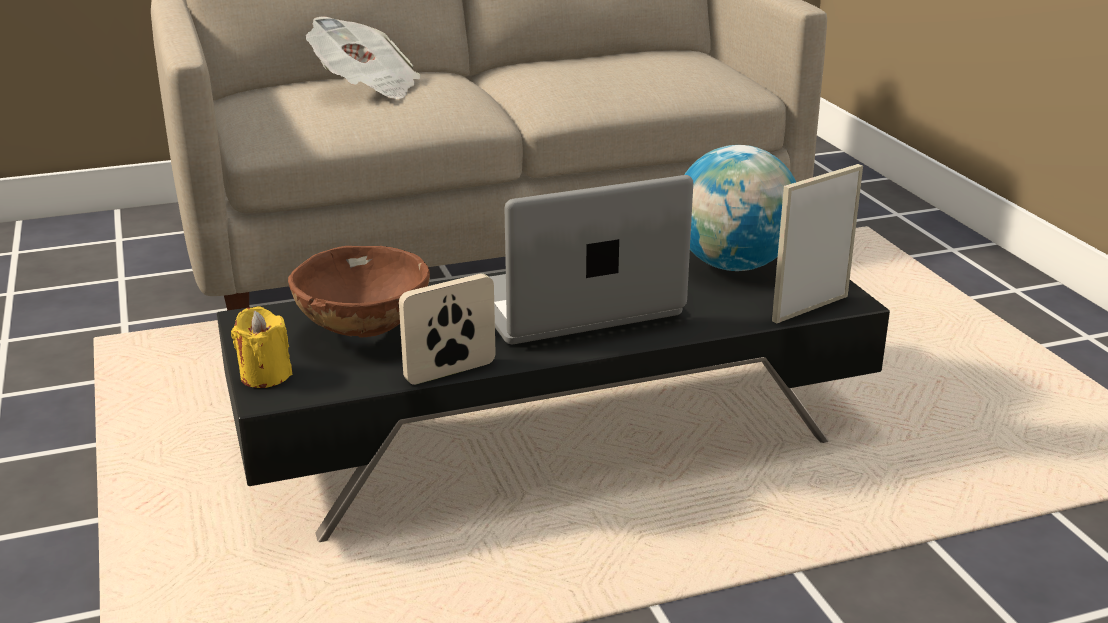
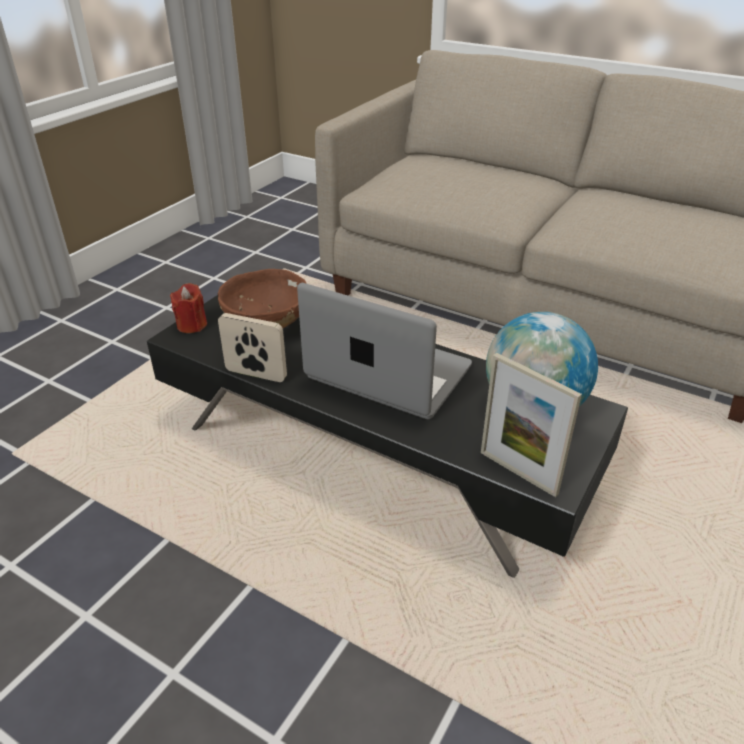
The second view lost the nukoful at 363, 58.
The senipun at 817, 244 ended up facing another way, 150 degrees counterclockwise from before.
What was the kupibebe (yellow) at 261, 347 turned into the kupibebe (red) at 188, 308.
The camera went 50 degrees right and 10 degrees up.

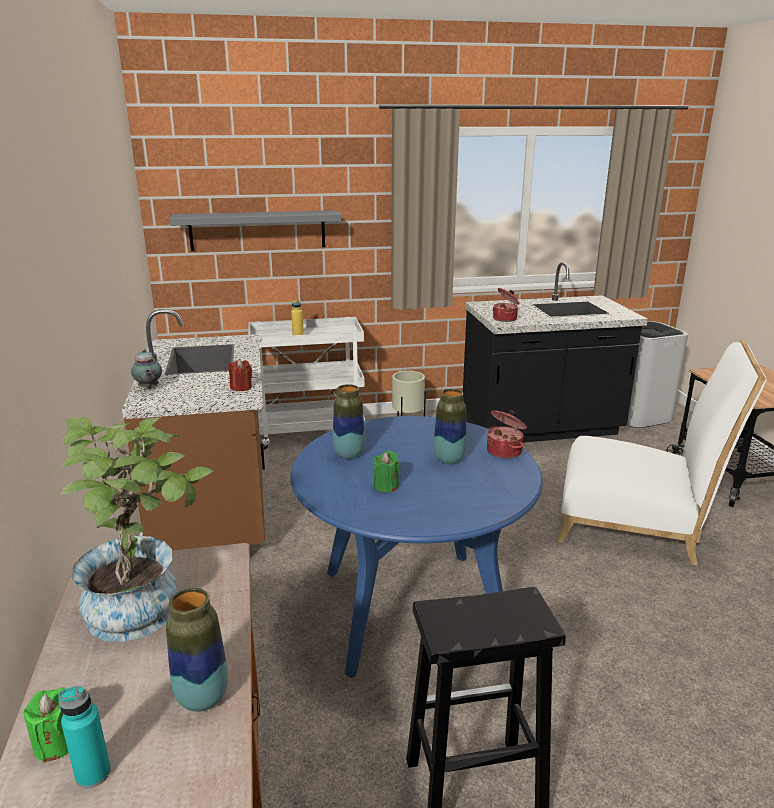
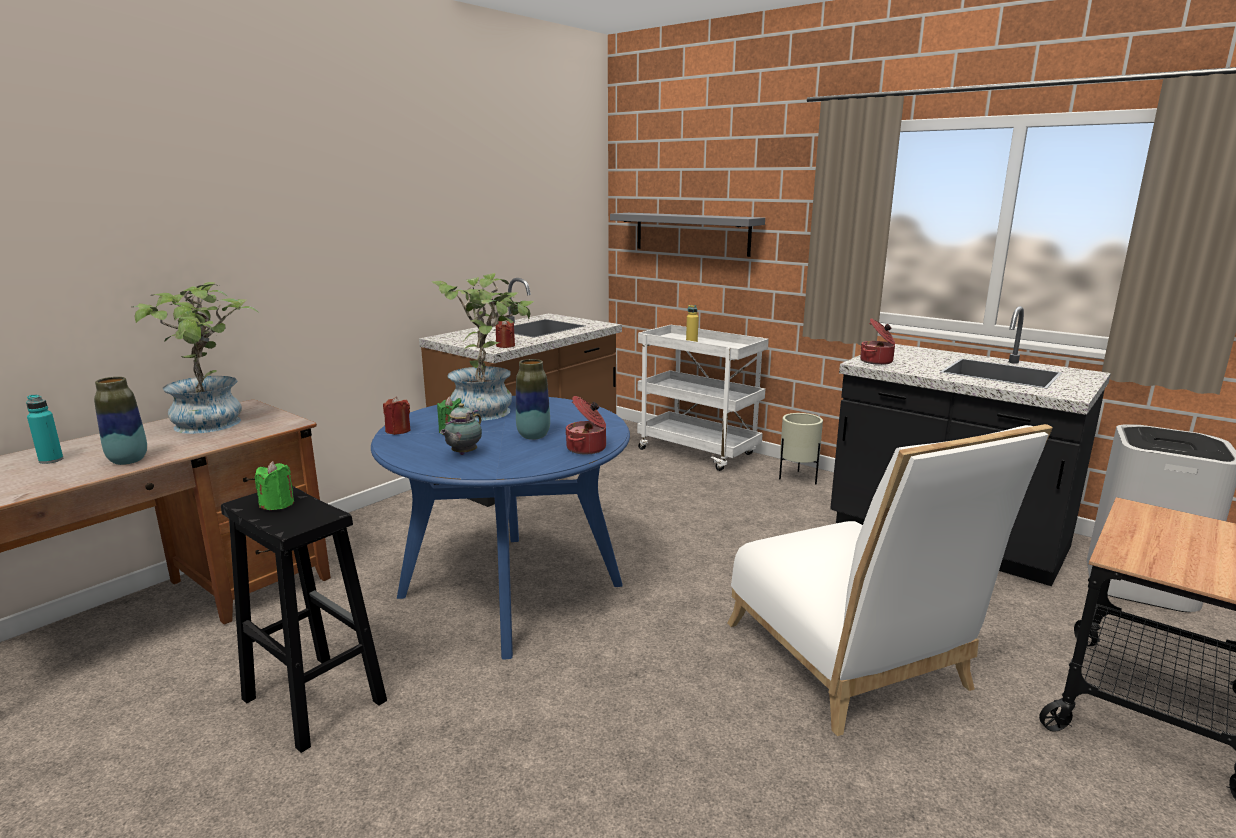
The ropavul ended up elsewhere, having gone from 146, 369 to 461, 429.
Where the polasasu stood at 349, 421, the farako came to stand at 483, 347.
The kupibebe (green) ended up elsewhere, having gone from 46, 725 to 274, 485.
The second view gained the kupibebe (red) at 397, 415.
The camera went 50 degrees right and 5 degrees down.

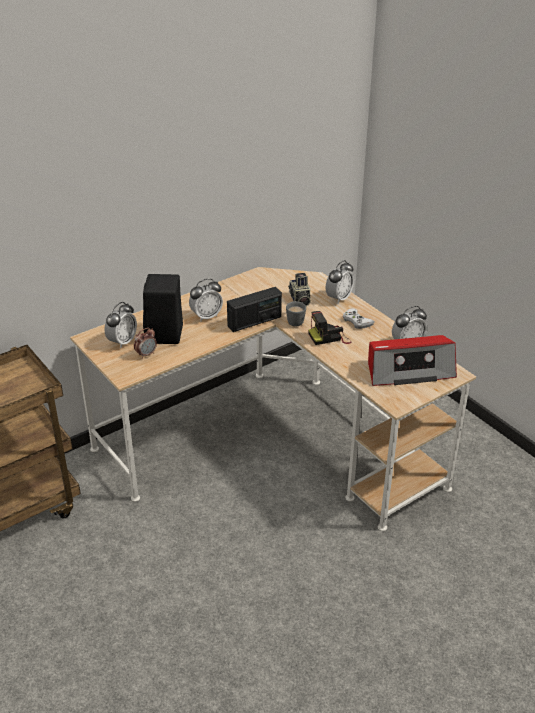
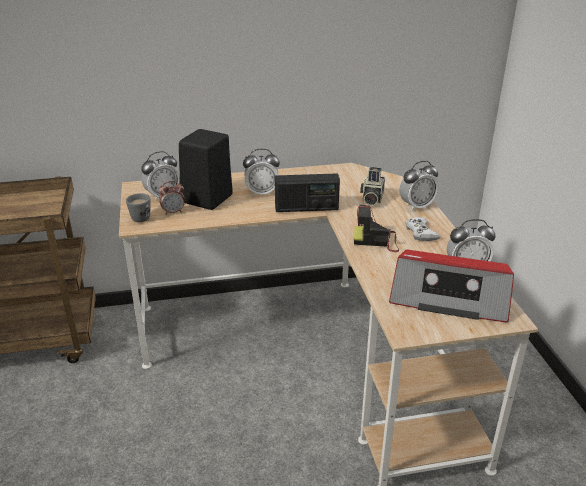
The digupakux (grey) ended up elsewhere, having gone from 296, 313 to 138, 207.
The camera went 25 degrees right and 5 degrees down.

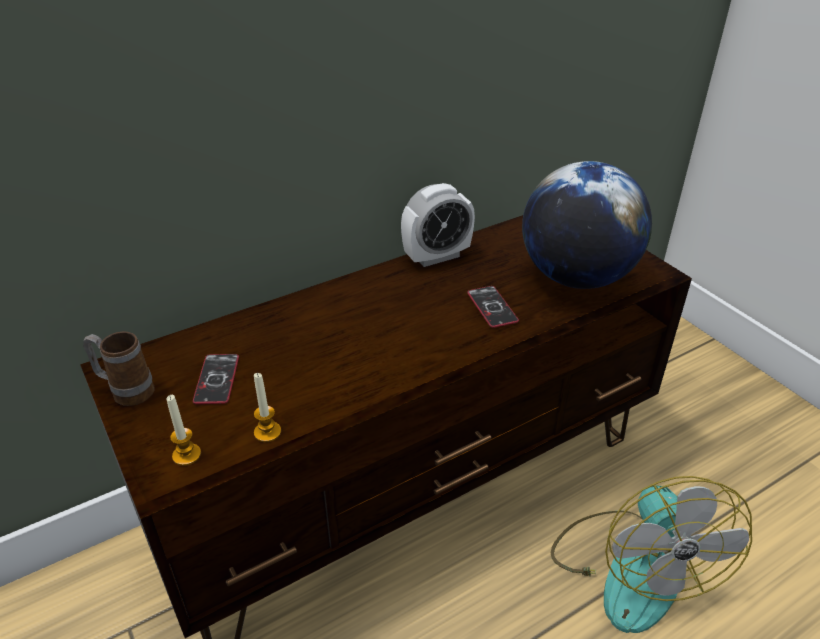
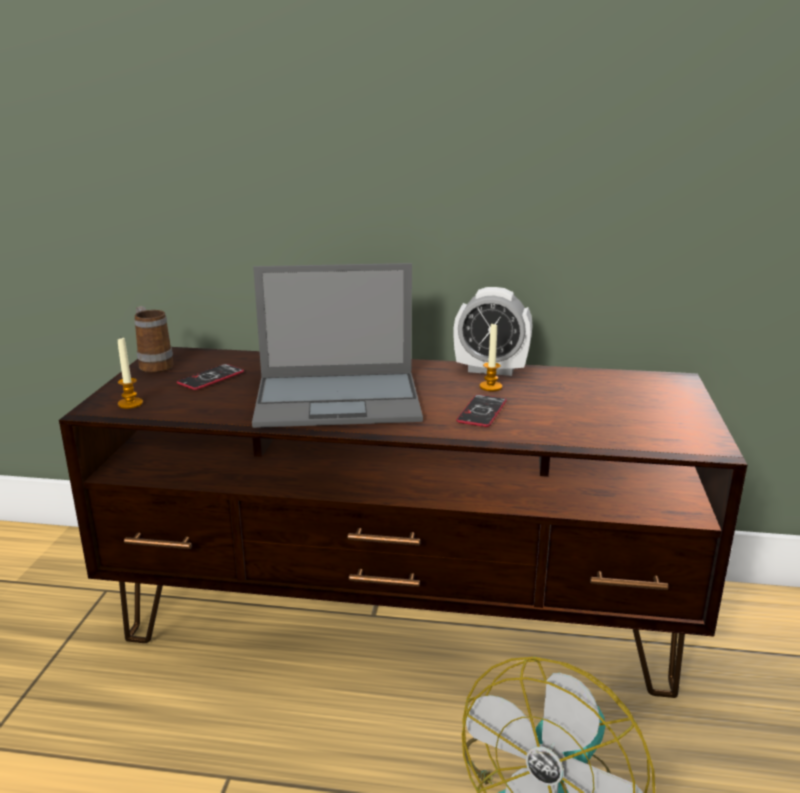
The second view lost the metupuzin at 587, 225.
The kupibebe ended up elsewhere, having gone from 267, 407 to 490, 357.
The second view gained the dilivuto at 337, 345.
The camera went 40 degrees right and 15 degrees down.

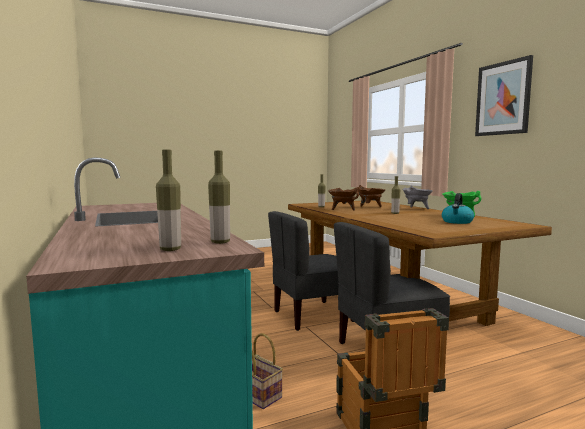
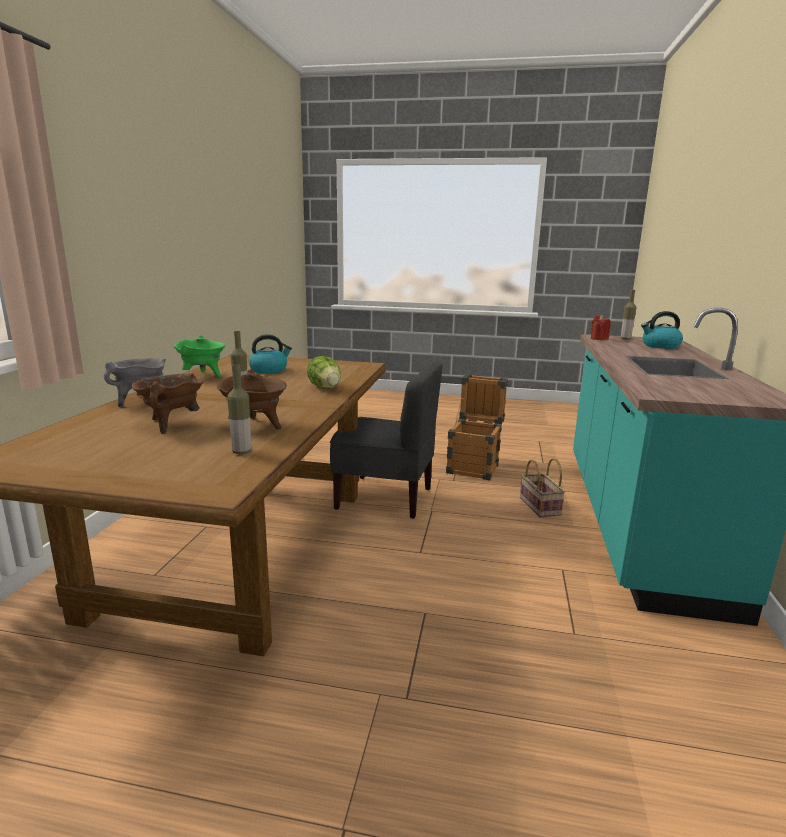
The second view lost the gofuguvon at 504, 95.
Where the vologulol stood at 219, 197, the kupibebe (red) came to stand at 601, 327.
The second view lost the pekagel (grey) at 311, 271.
The second view gained the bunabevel at 662, 330.
The second view gained the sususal at 324, 372.
The camera went 145 degrees left and 10 degrees up.

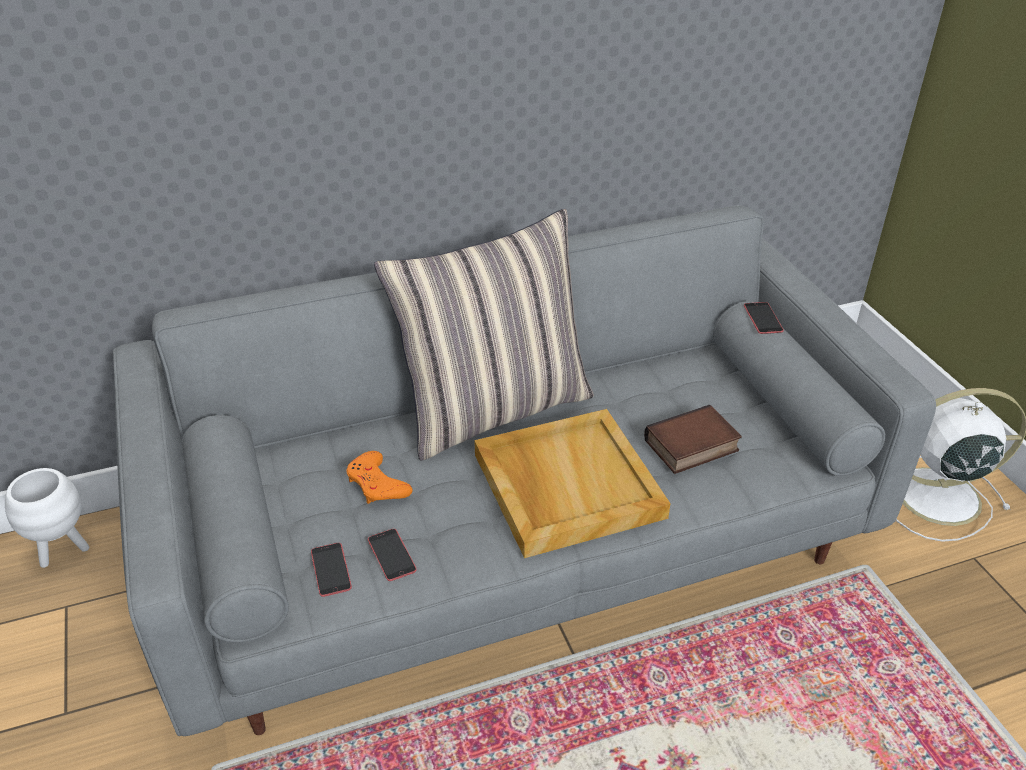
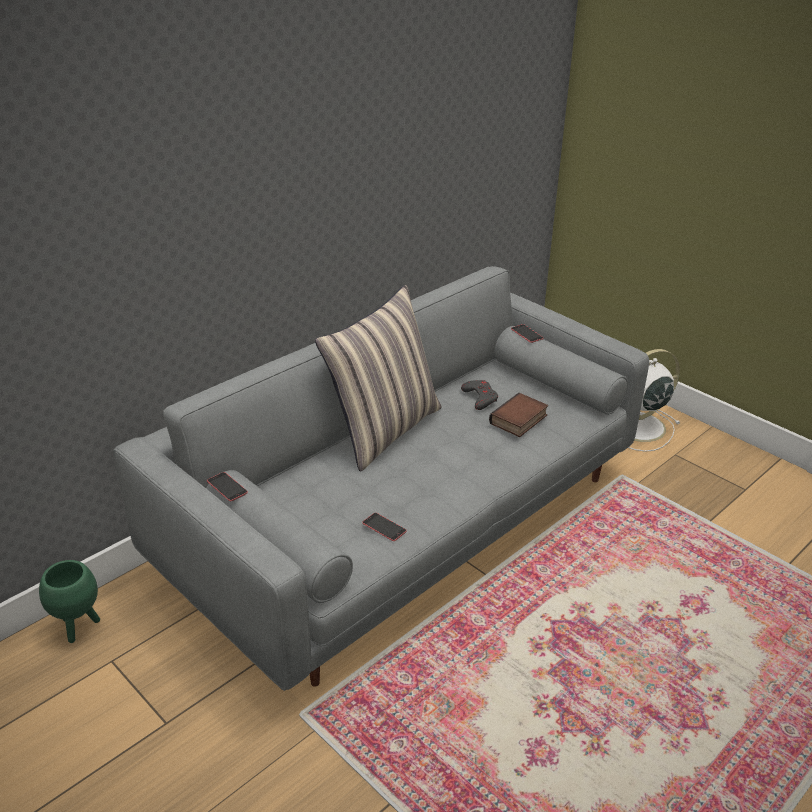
The second view lost the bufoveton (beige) at 572, 483.
The second view lost the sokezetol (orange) at 379, 477.
What was the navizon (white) at 47, 518 turned into the navizon (green) at 69, 601.
The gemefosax ended up elsewhere, having gone from 331, 570 to 227, 486.
The second view gained the sokezetol (grey) at 479, 395.
The camera went 25 degrees left and 5 degrees down.

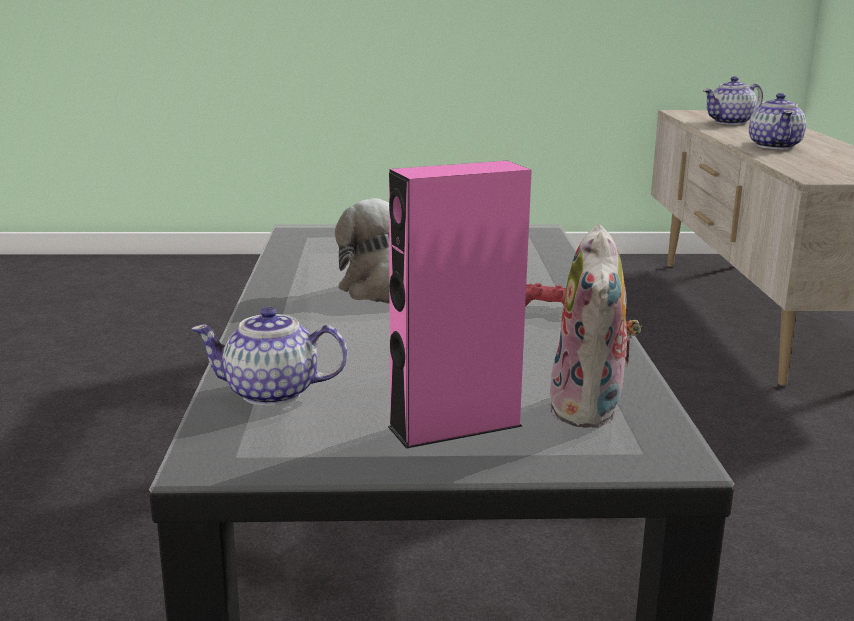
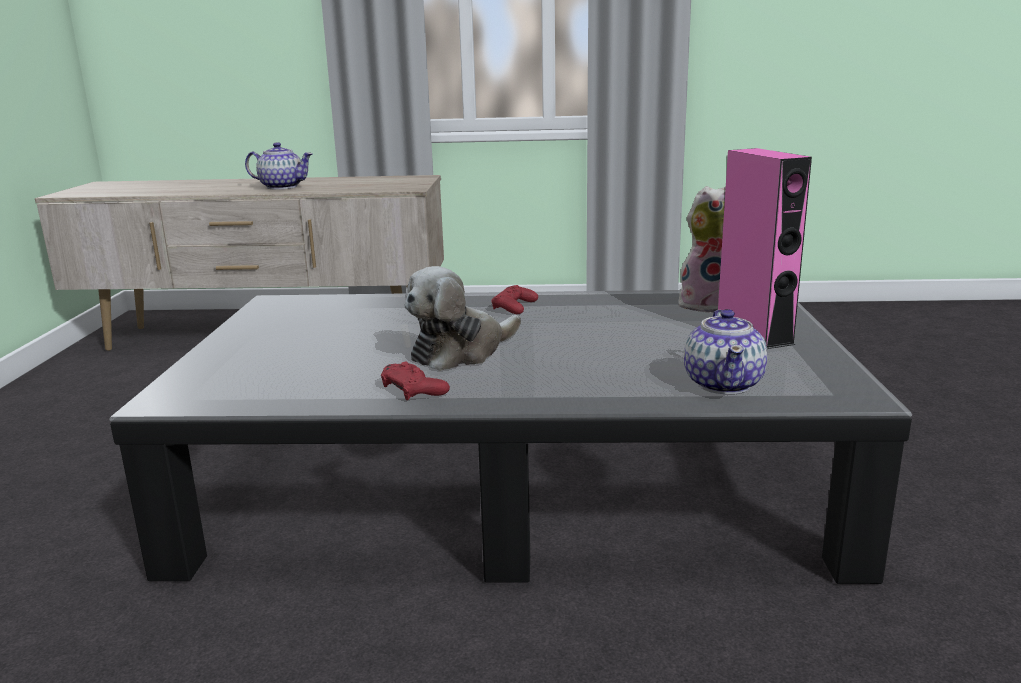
The second view lost the ropavul at 733, 100.
The second view gained the sokezetol (red) at 415, 381.
The camera went 85 degrees left and 0 degrees up.

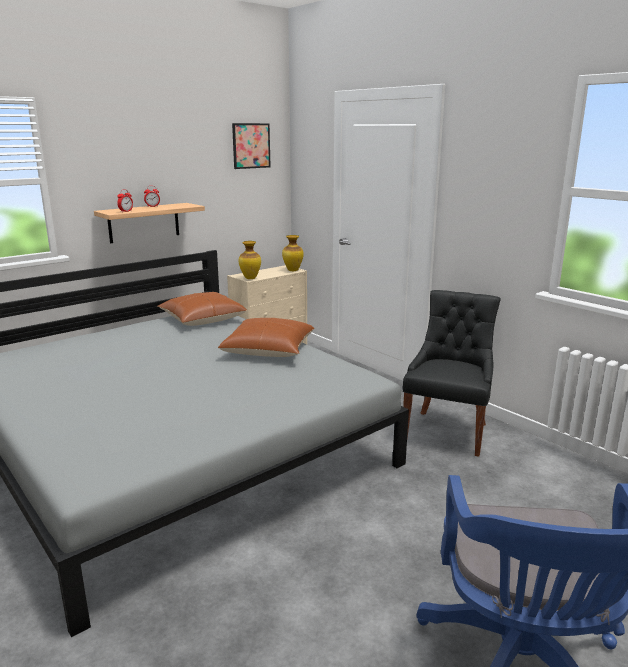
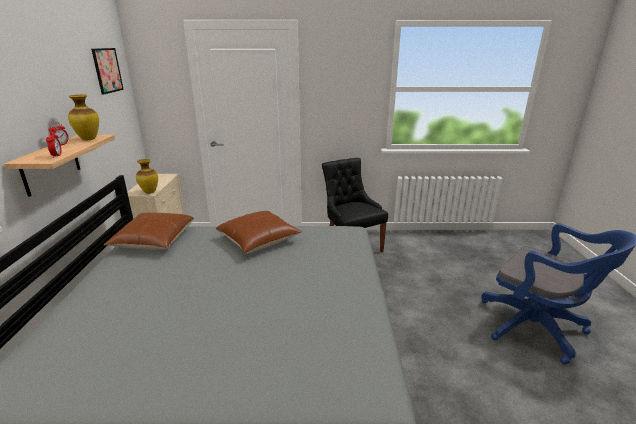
The polasasu ended up elsewhere, having gone from 293, 253 to 83, 117.
The camera went 50 degrees left and 5 degrees up.

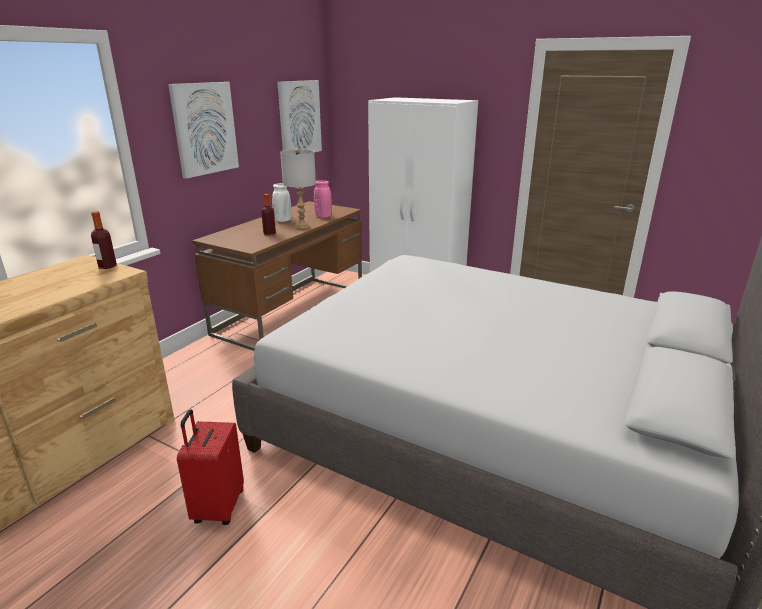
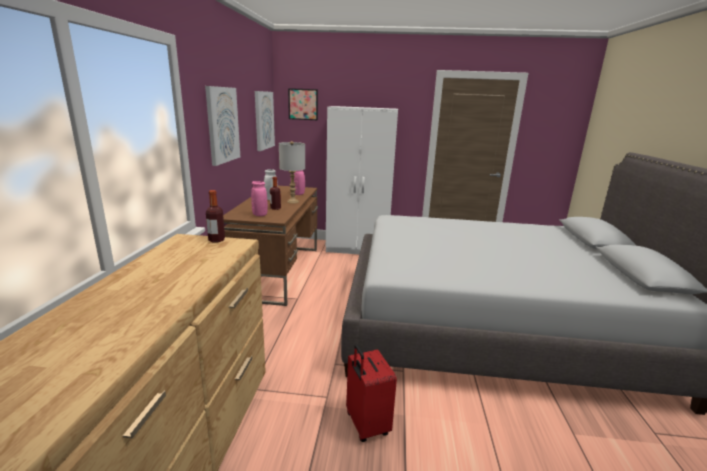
The second view gained the gofuguvon at 303, 104.
The second view gained the polasasu (pink) at 259, 198.
The camera went 25 degrees left and 5 degrees down.

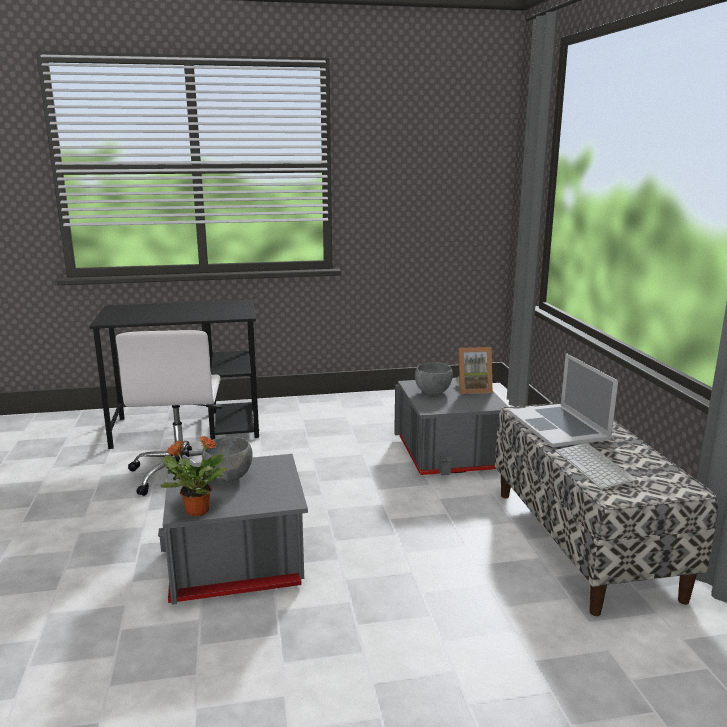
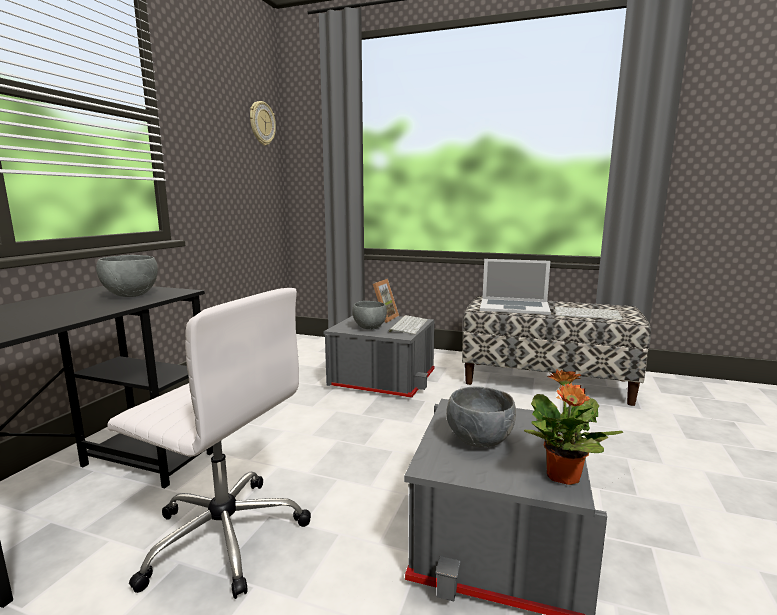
The second view gained the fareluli at 263, 123.
The second view gained the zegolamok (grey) at 127, 276.
The second view gained the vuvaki at 408, 324.
The camera went 60 degrees left and 5 degrees down.

